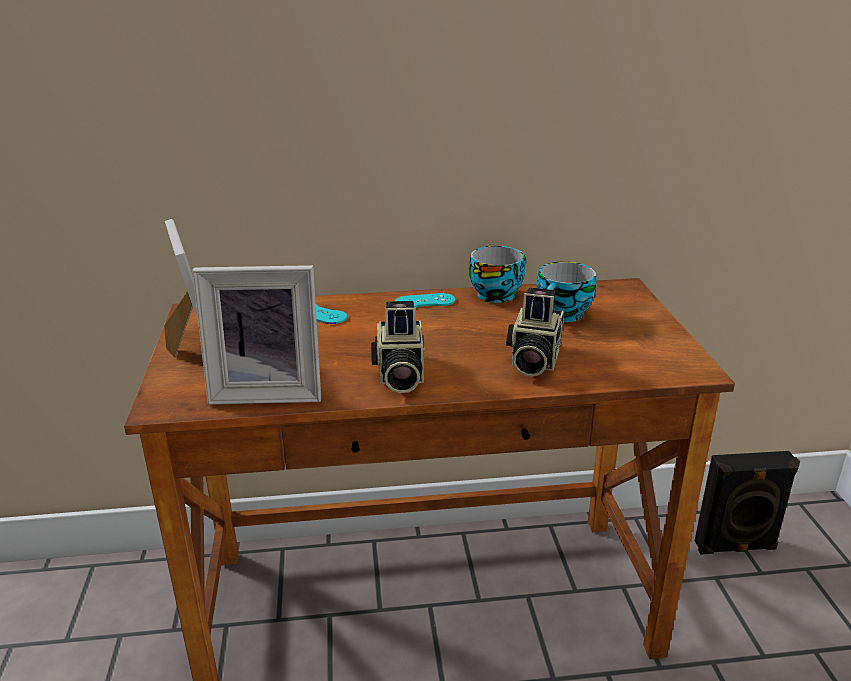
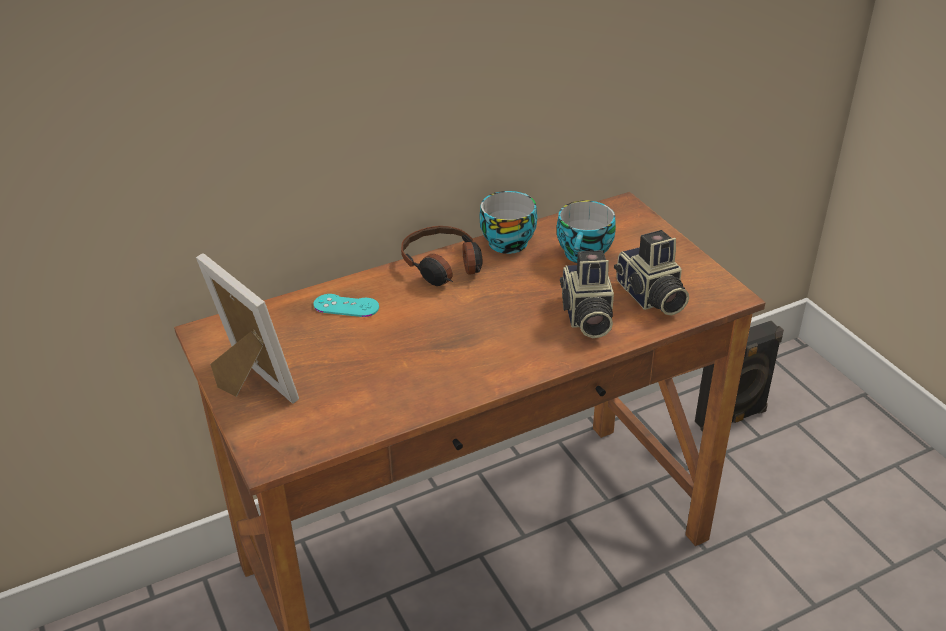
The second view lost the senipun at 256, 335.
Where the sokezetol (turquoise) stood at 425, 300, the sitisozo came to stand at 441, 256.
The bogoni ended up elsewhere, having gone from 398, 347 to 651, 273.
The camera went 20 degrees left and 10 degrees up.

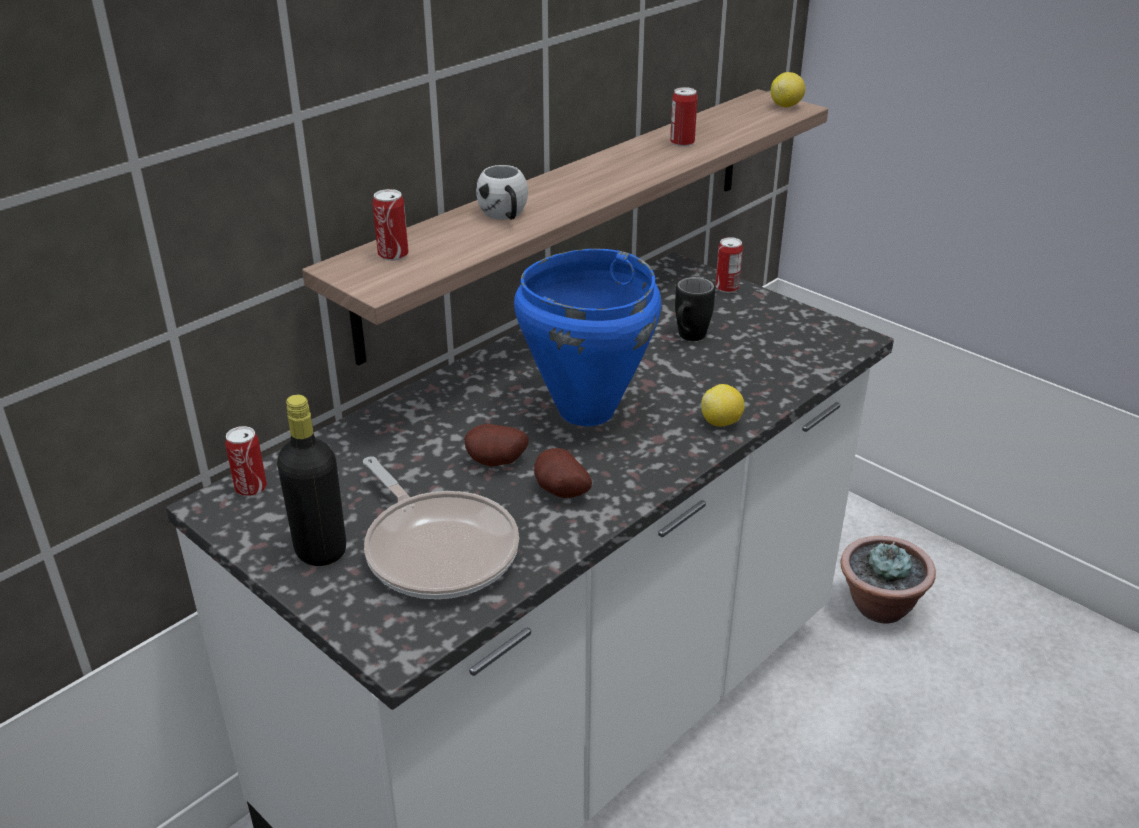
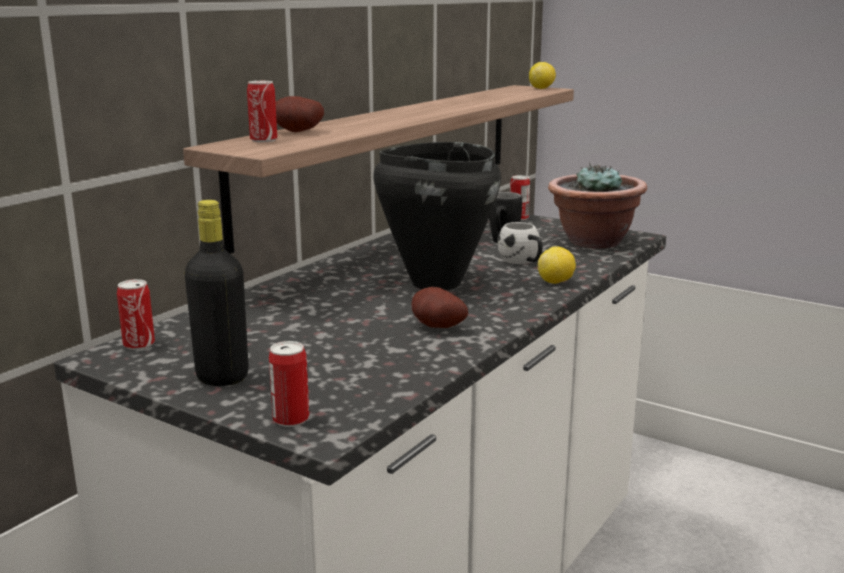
The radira ended up elsewhere, having gone from 684, 117 to 289, 384.
The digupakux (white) ended up elsewhere, having gone from 502, 192 to 519, 243.
What was the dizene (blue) at 587, 337 turned into the dizene (black) at 437, 216.
The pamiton ended up elsewhere, having gone from 496, 445 to 300, 114.
The second view lost the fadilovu at 441, 527.
The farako ended up elsewhere, having gone from 888, 579 to 597, 205.
The camera went 10 degrees left and 15 degrees down.

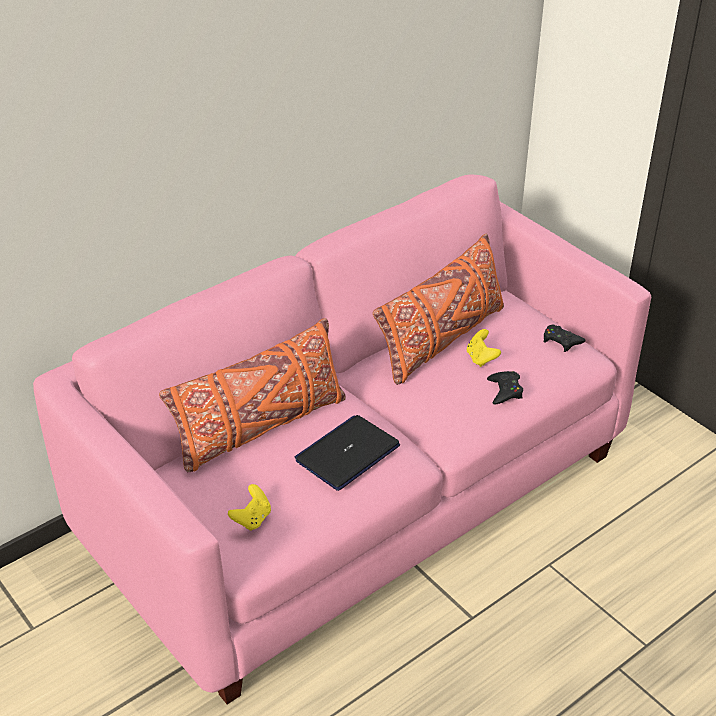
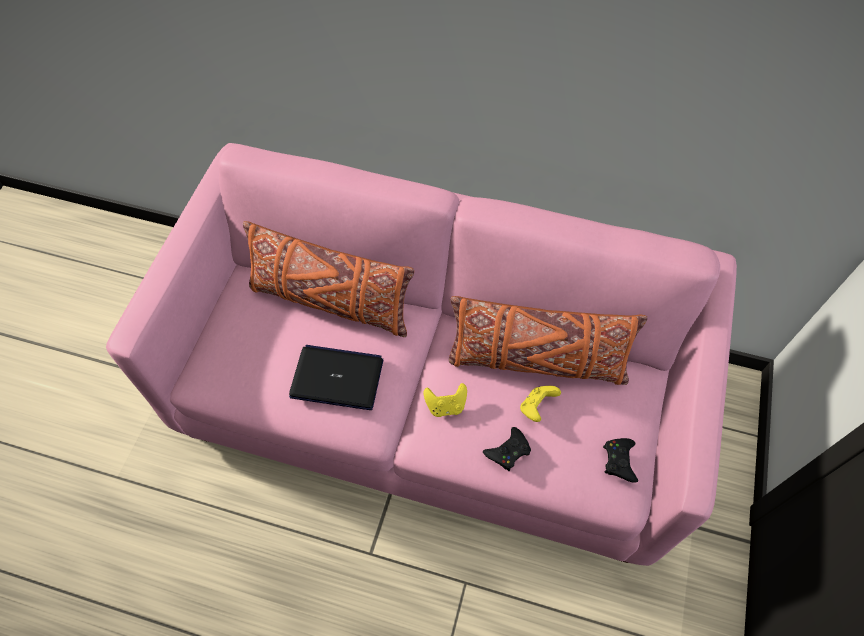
The sokezetol (yellow) ended up elsewhere, having gone from 249, 507 to 445, 400.
The camera went 55 degrees right and 20 degrees up.

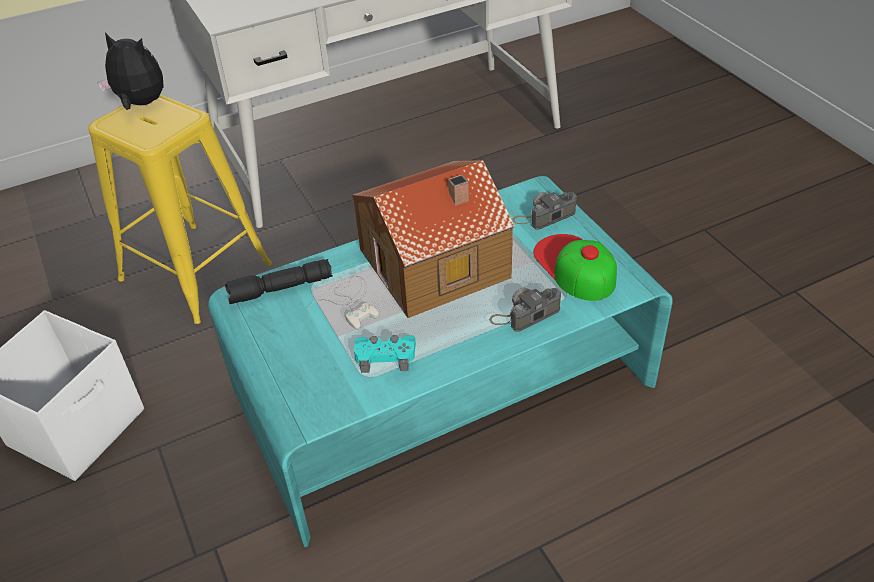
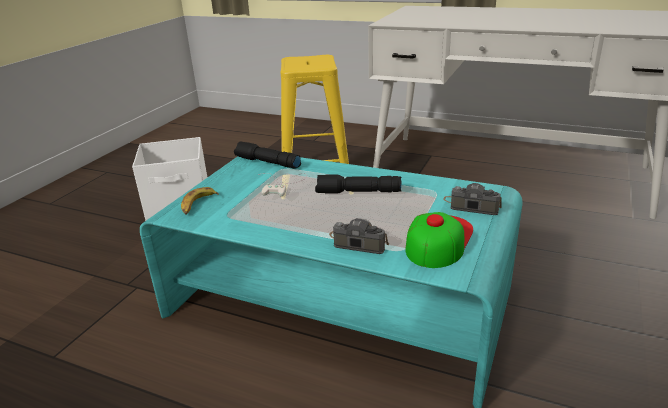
The second view lost the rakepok at 130, 71.
Where the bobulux stood at 433, 239, the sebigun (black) came to stand at 358, 184.
The second view lost the sokezetol (turquoise) at 385, 354.
The second view gained the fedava at 200, 201.
The camera went 50 degrees right and 15 degrees down.

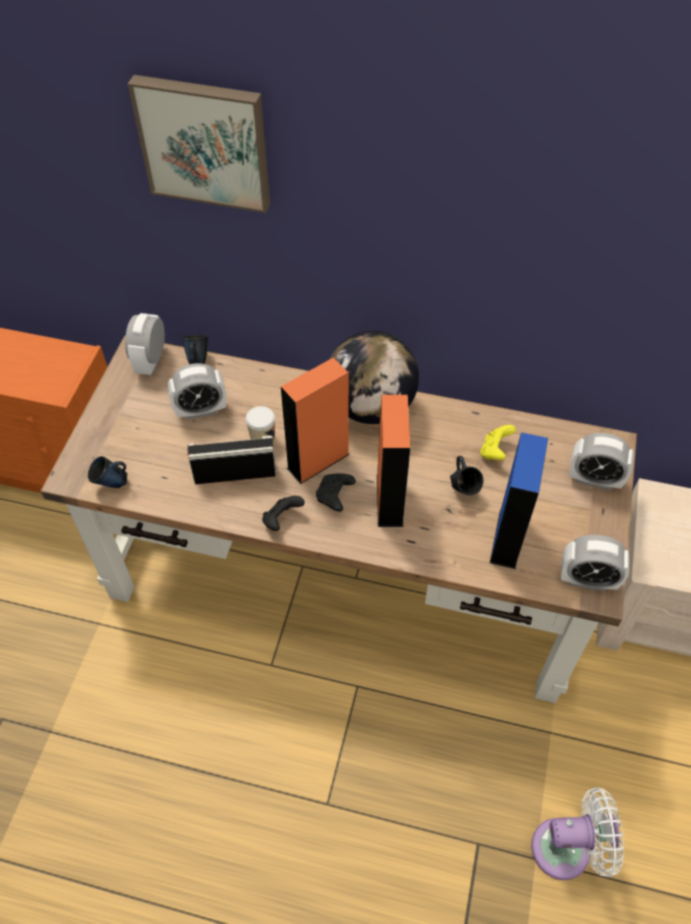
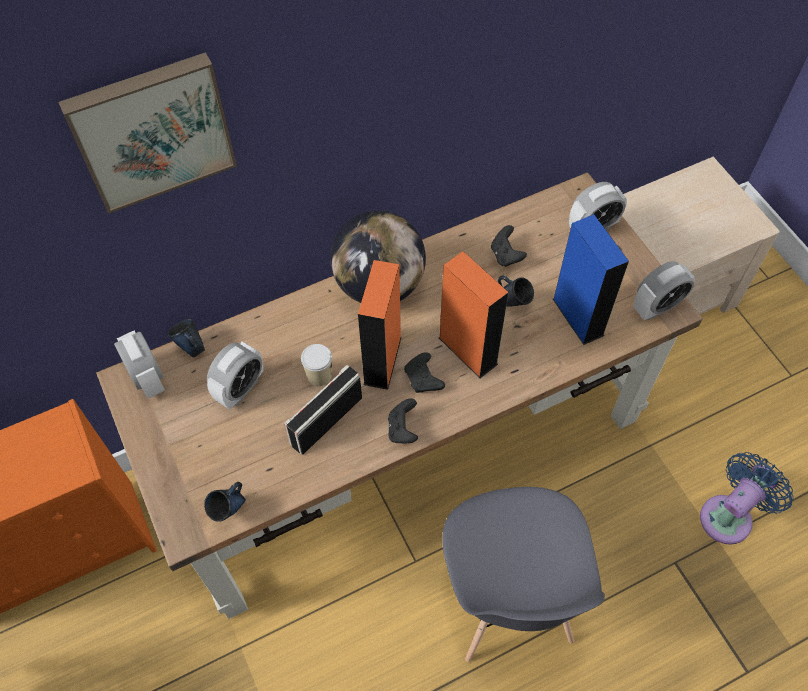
What was the sokezetol (yellow) at 498, 442 turned into the sokezetol (black) at 509, 246.
What was the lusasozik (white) at 577, 833 turned into the lusasozik (blue) at 746, 498.
The second view gained the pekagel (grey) at 523, 574.
The camera went 40 degrees left and 5 degrees up.

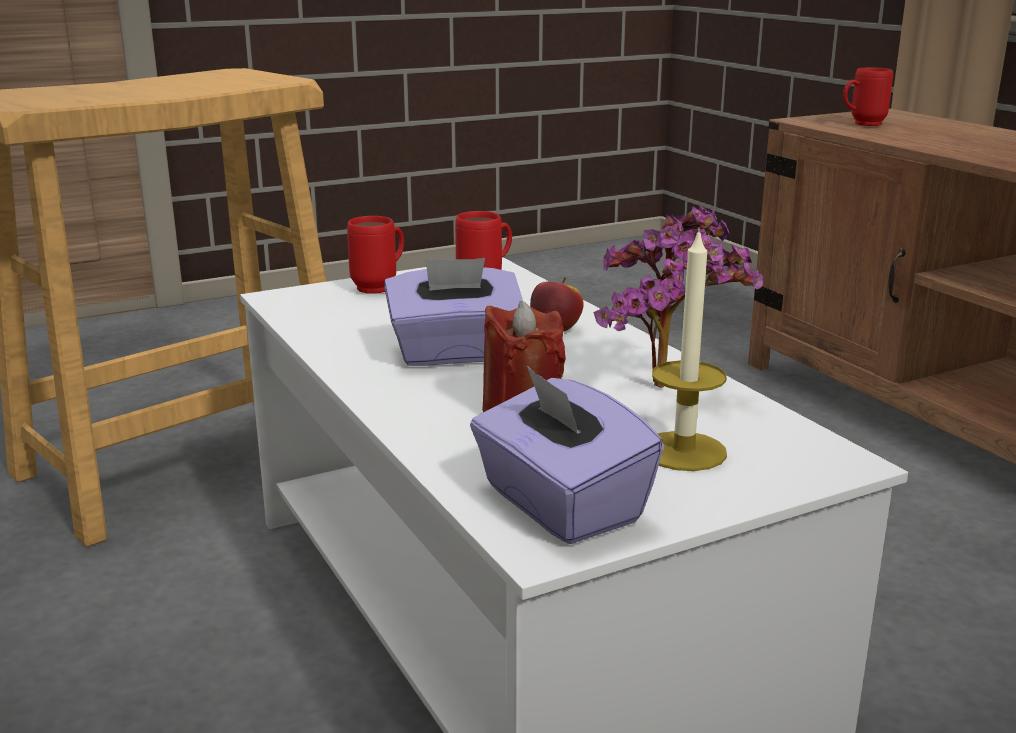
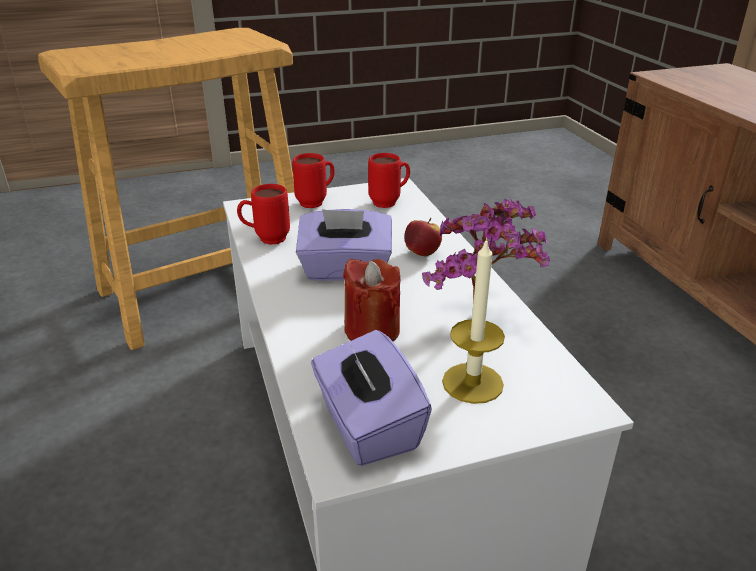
The digupakux (red) ended up elsewhere, having gone from 868, 96 to 263, 214.
The camera went 10 degrees right and 10 degrees up.

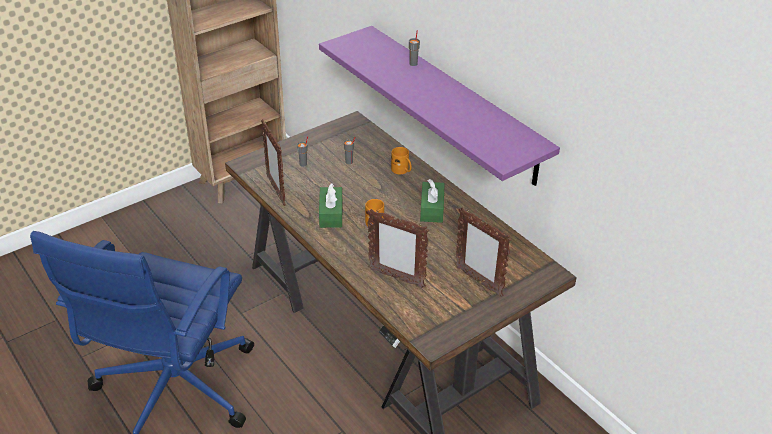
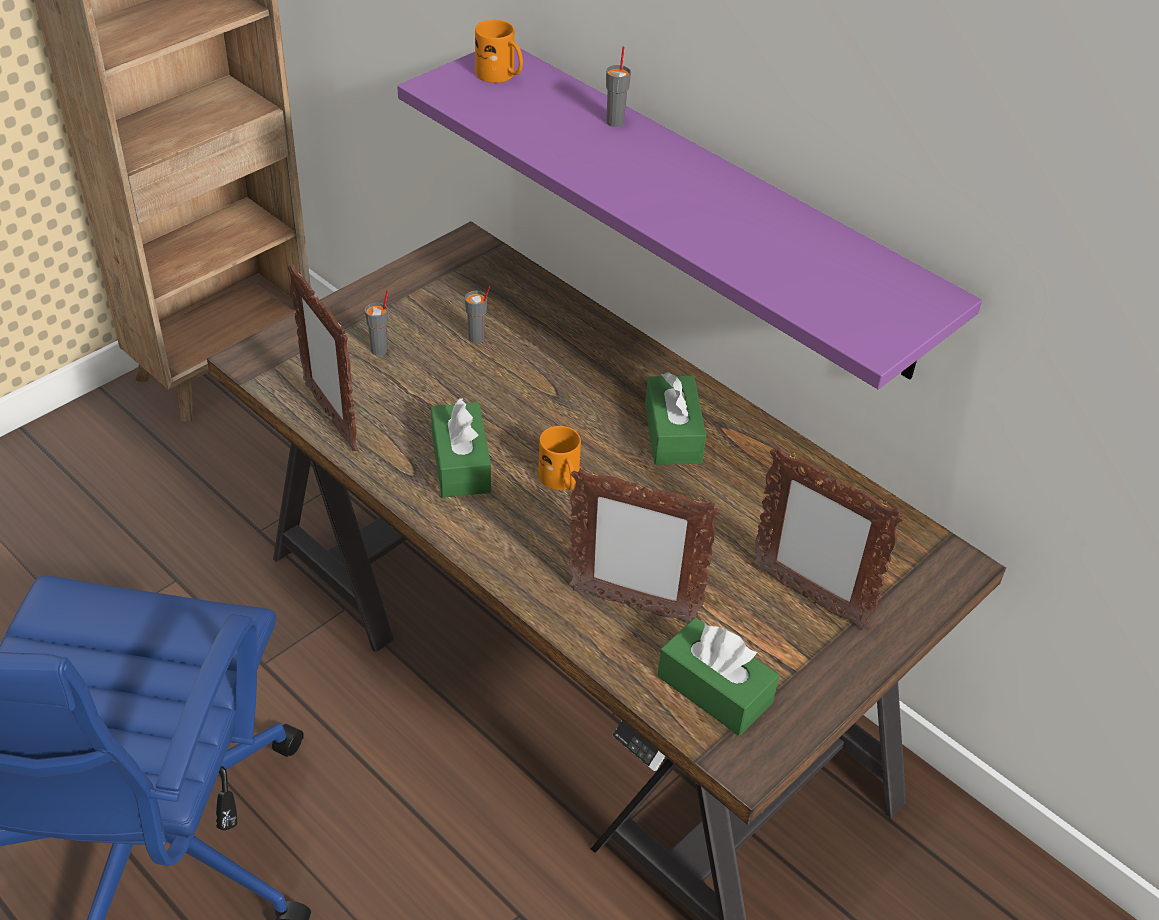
The digupakux (orange) ended up elsewhere, having gone from 401, 160 to 499, 51.
The second view gained the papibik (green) at 718, 677.
The camera went 10 degrees left and 5 degrees up.

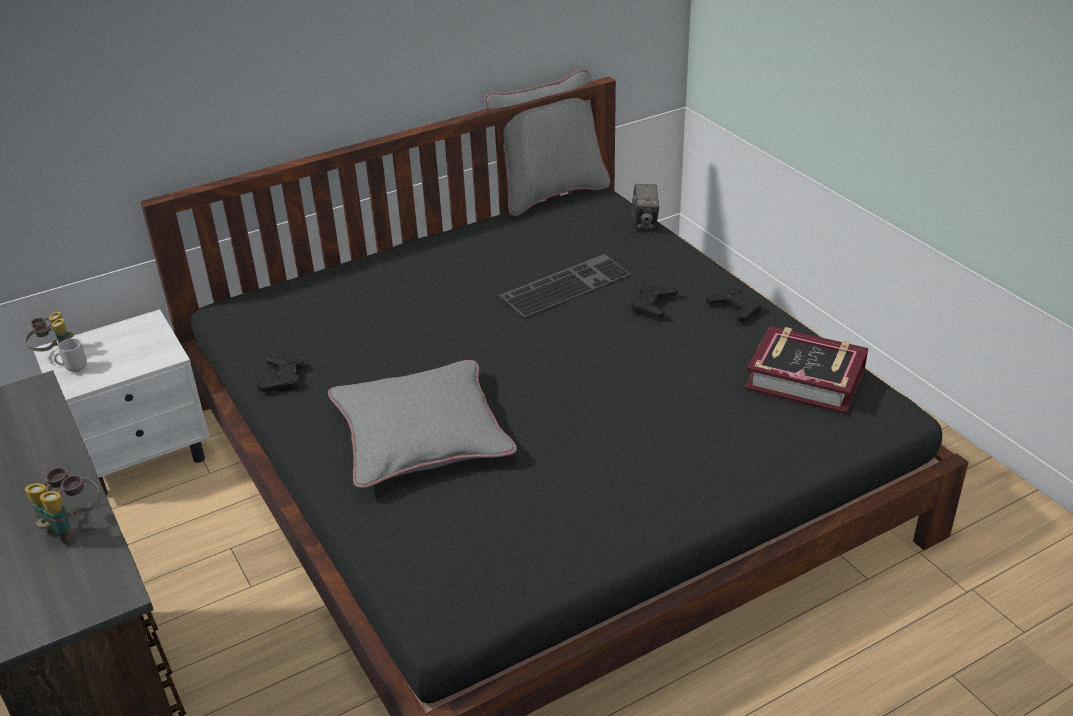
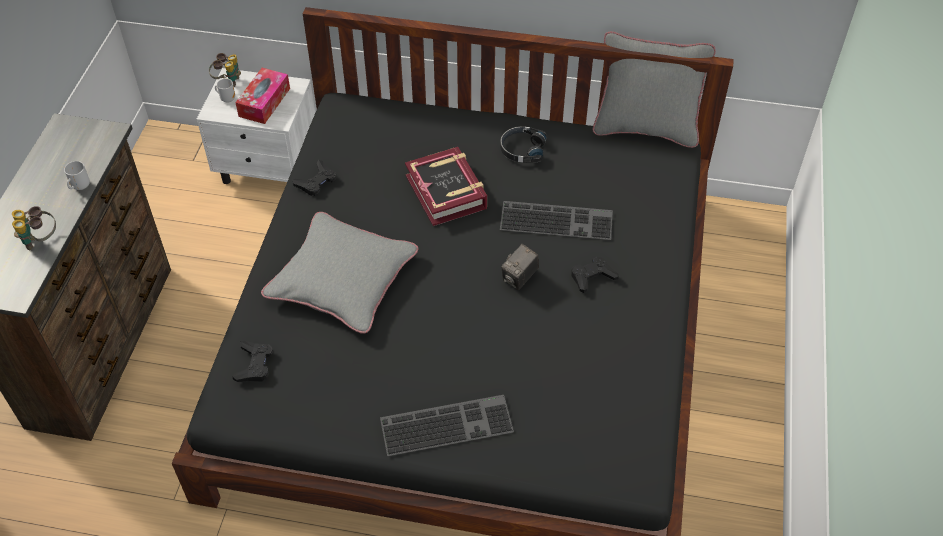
The bogoni ended up elsewhere, having gone from 645, 207 to 520, 267.
The sokezetol (black) ended up elsewhere, having gone from 734, 304 to 252, 361.
The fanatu ended up elsewhere, having gone from 806, 370 to 446, 186.
The second view gained the papibik at 262, 96.
The second view gained the sitisozo (black) at 523, 144.
The second view gained the digupakux at 77, 175.
The second view gained the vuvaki at 447, 425.
The camera went 40 degrees right and 15 degrees up.

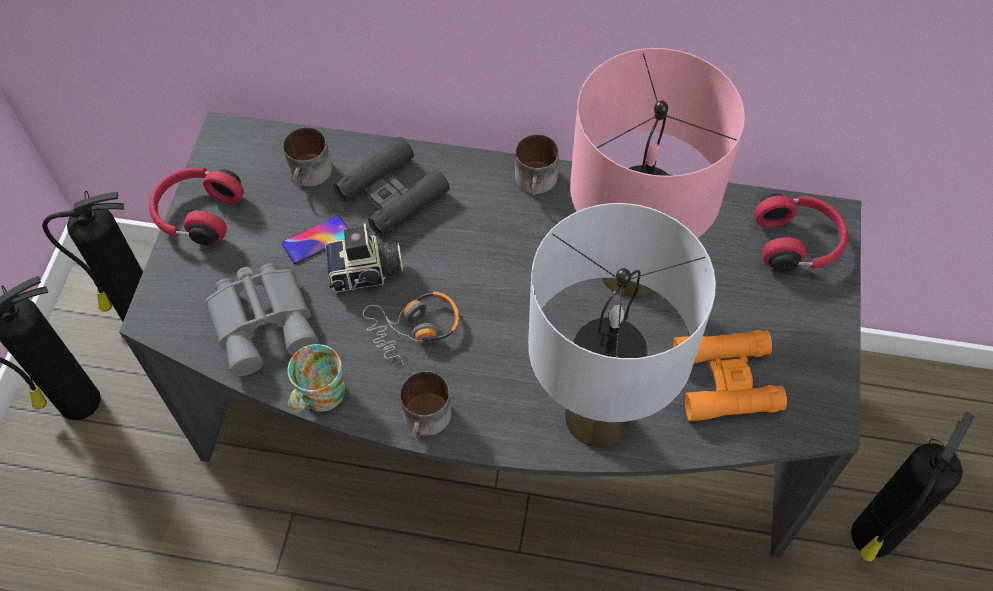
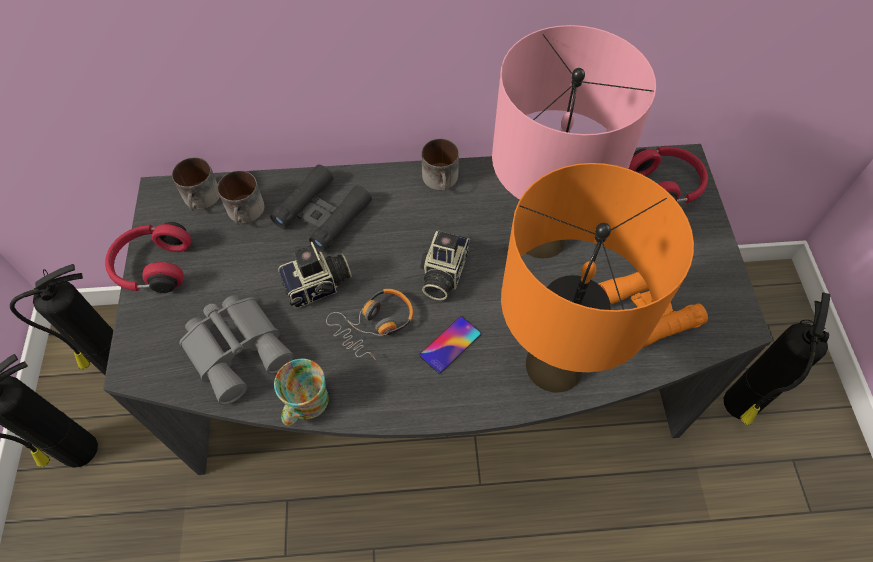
What was the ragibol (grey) at 622, 325 turned into the ragibol (orange) at 597, 278.
The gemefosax ended up elsewhere, having gone from 315, 239 to 450, 345.
The digupakux ended up elsewhere, having gone from 426, 406 to 196, 184.
The second view gained the bogoni at 444, 265.
The camera went 15 degrees left and 0 degrees up.

